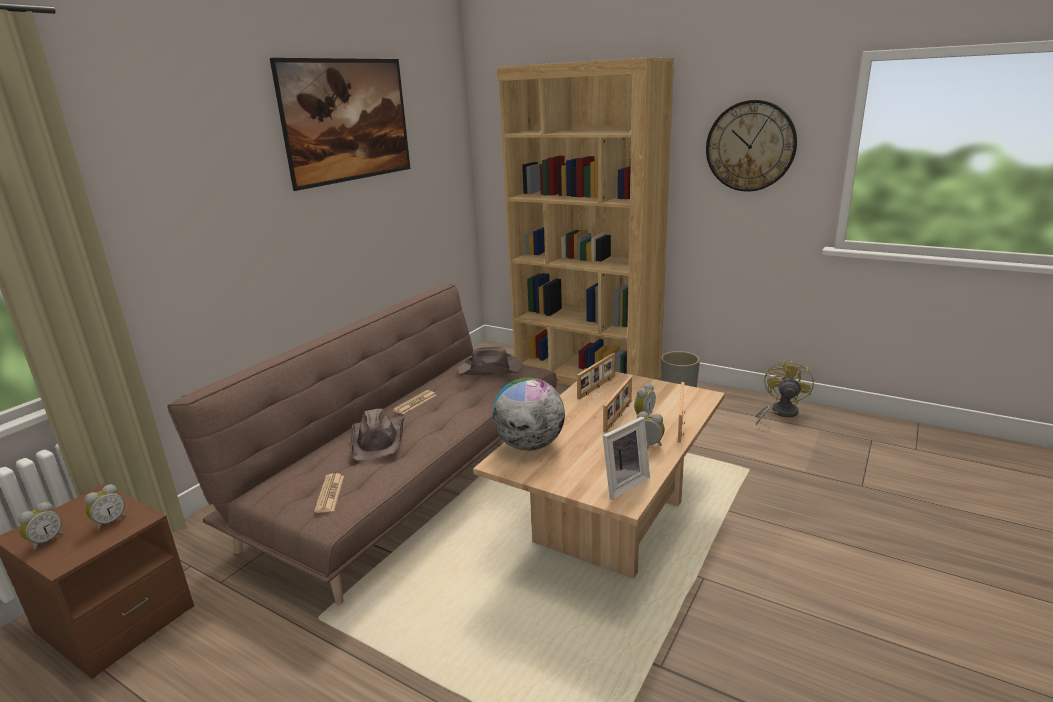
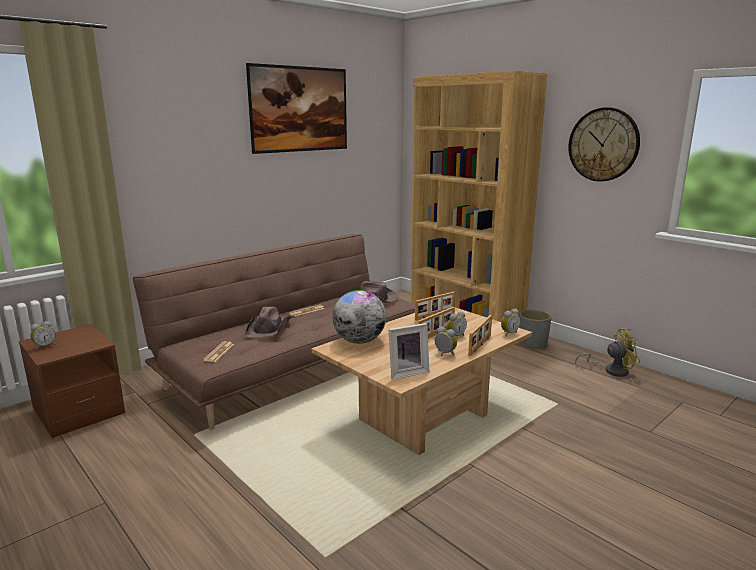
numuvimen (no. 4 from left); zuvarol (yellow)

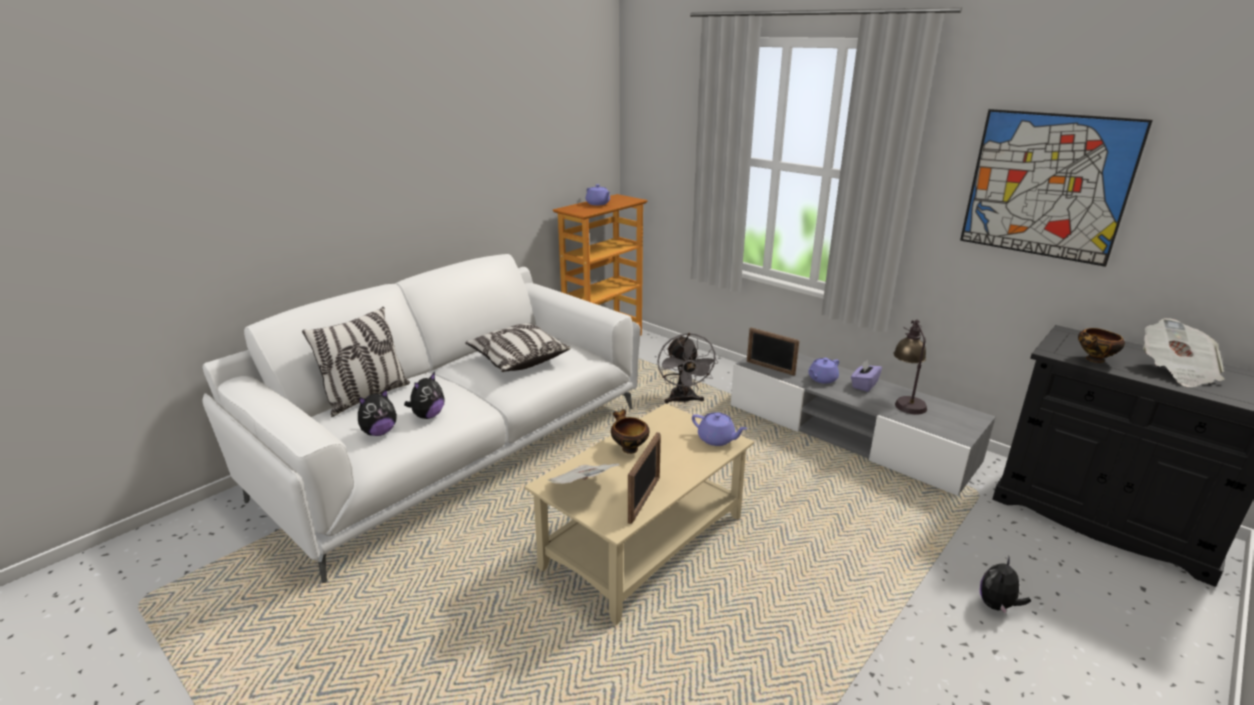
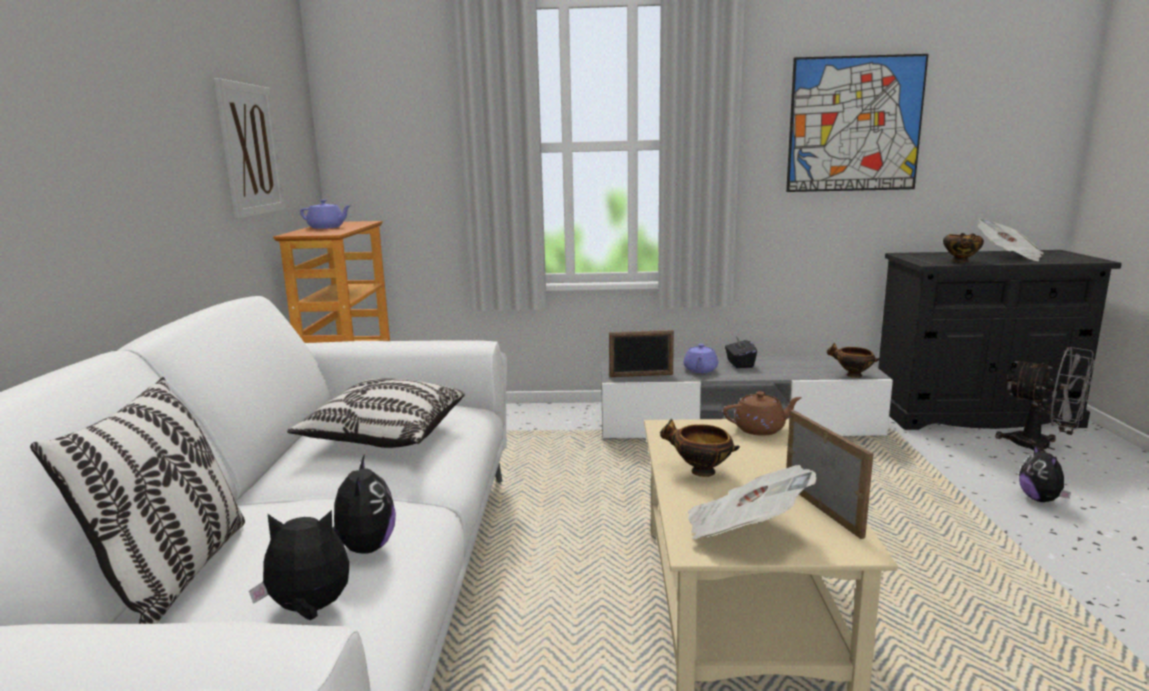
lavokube (no. 1 from left); zuvarol (grey); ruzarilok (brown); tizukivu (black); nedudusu; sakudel (no. 1 from left); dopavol (no. 2 from left)

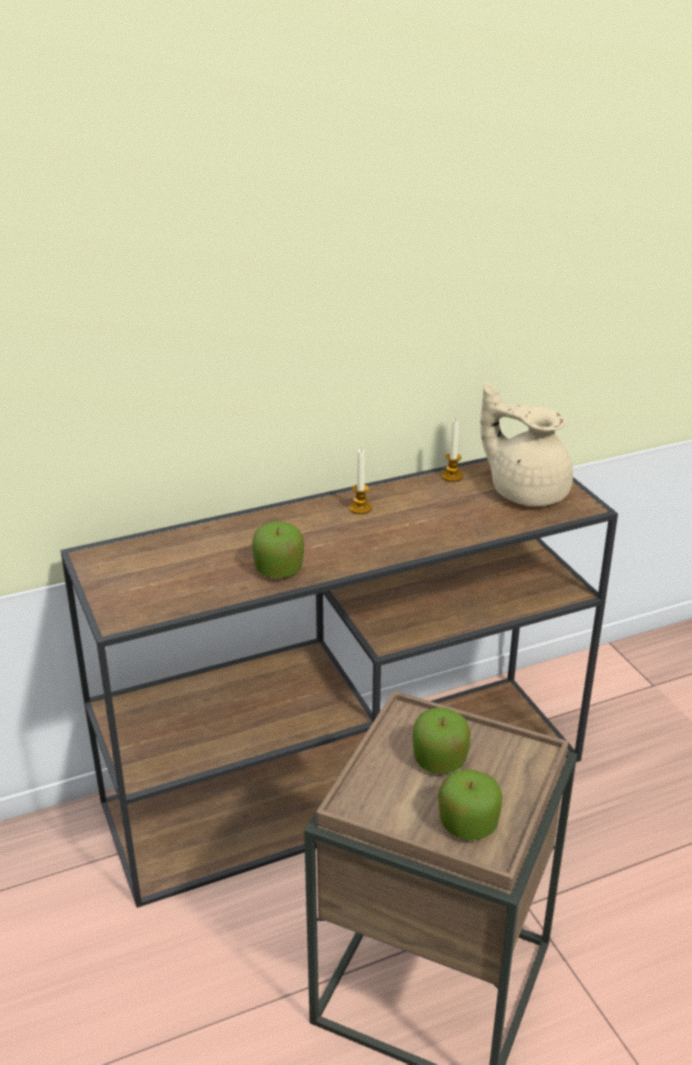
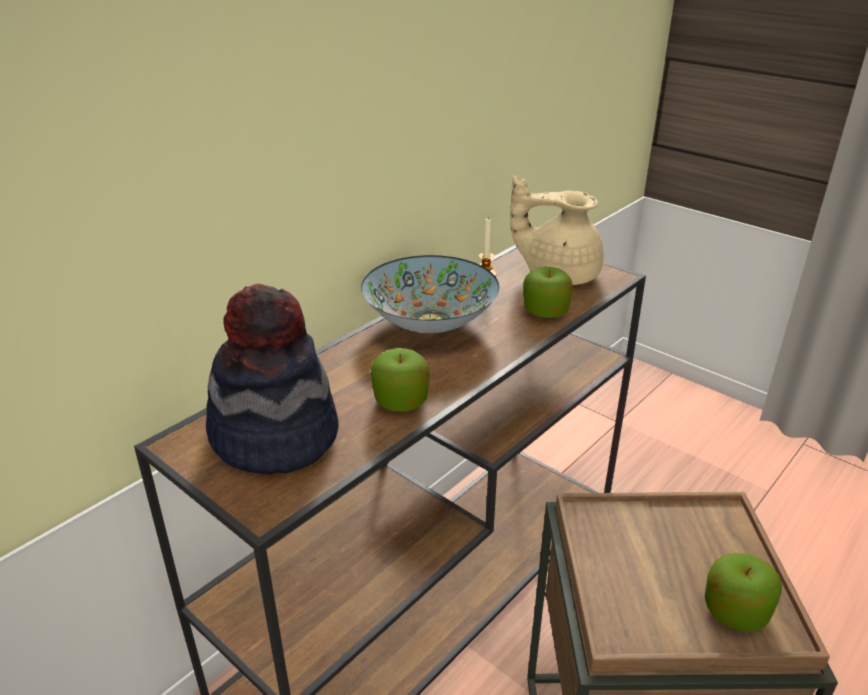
dopavol; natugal (no. 2 from left); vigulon

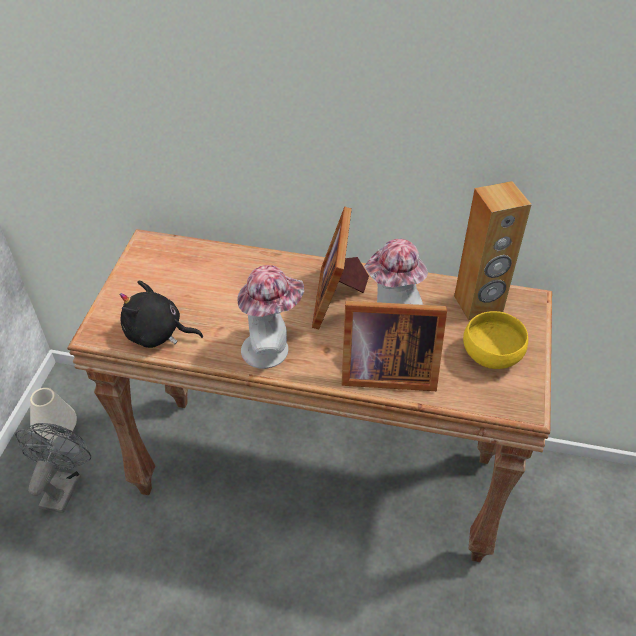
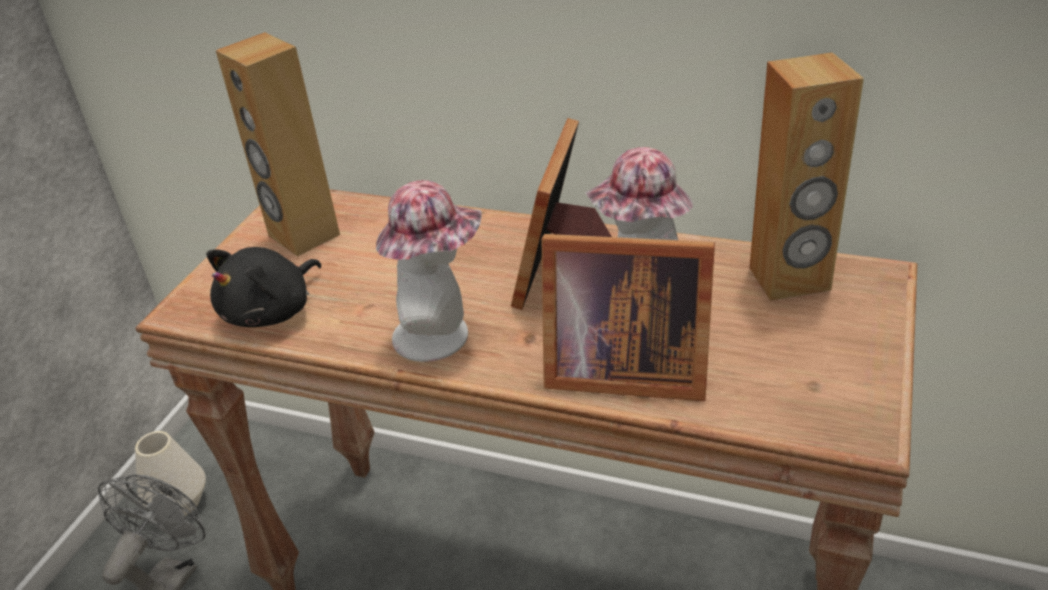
lavokube (black); dopavol (yellow); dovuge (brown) (no. 1 from left)

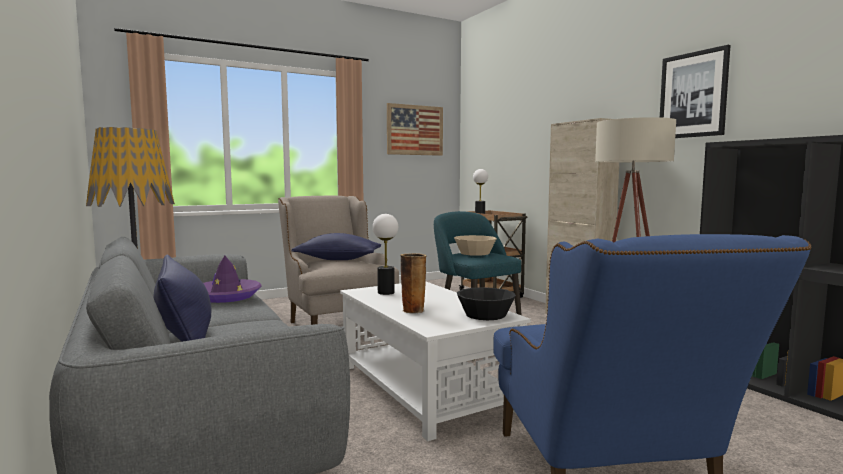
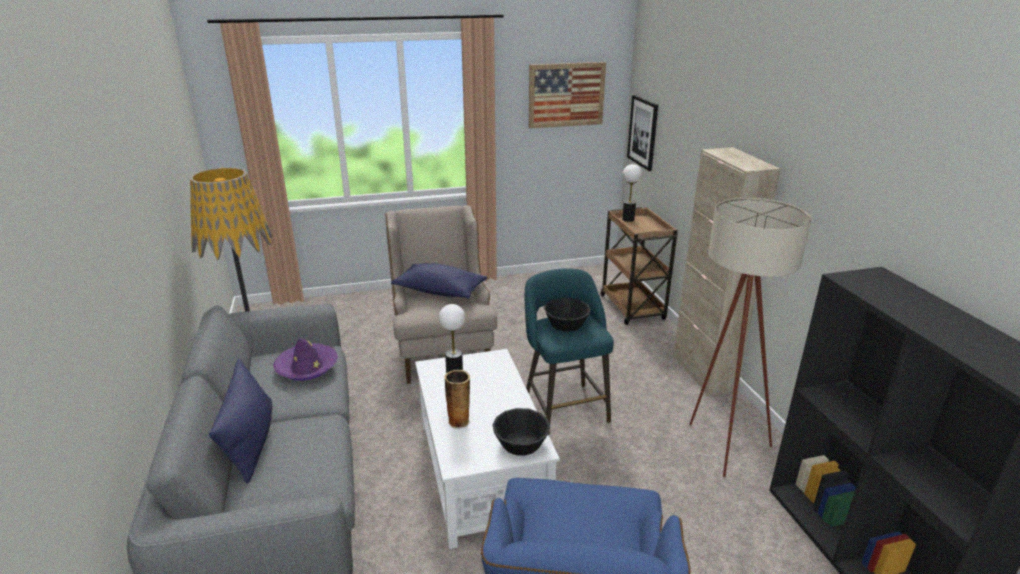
dopavol (black) (no. 2 from left); sakudel (no. 2 from left)

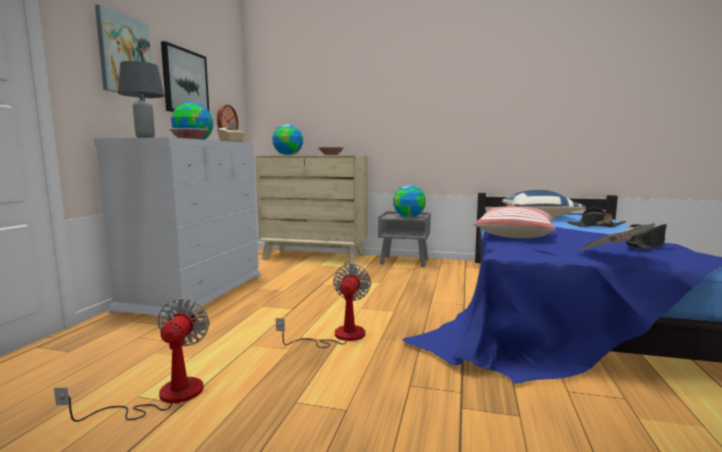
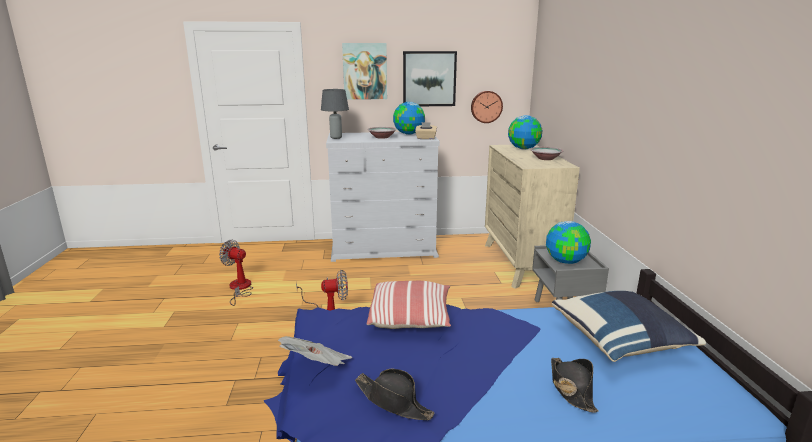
zuvarol (no. 1 from left)

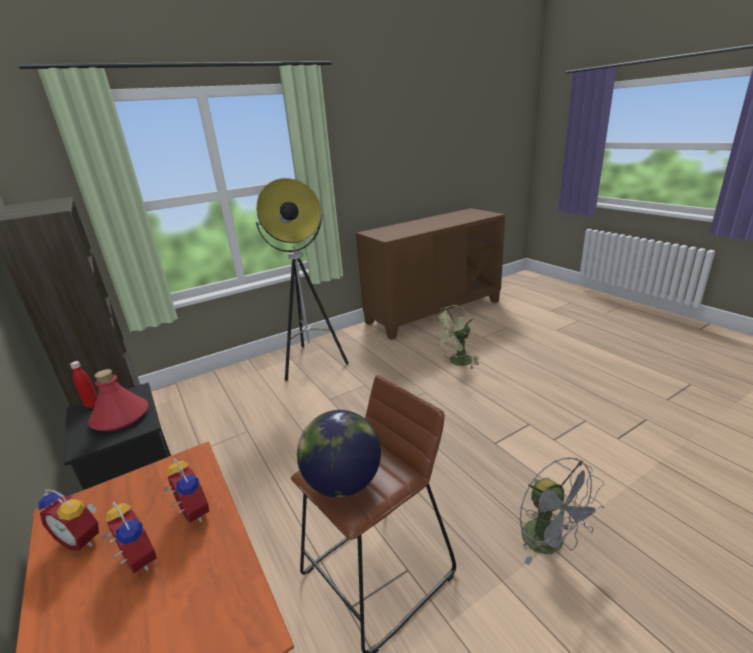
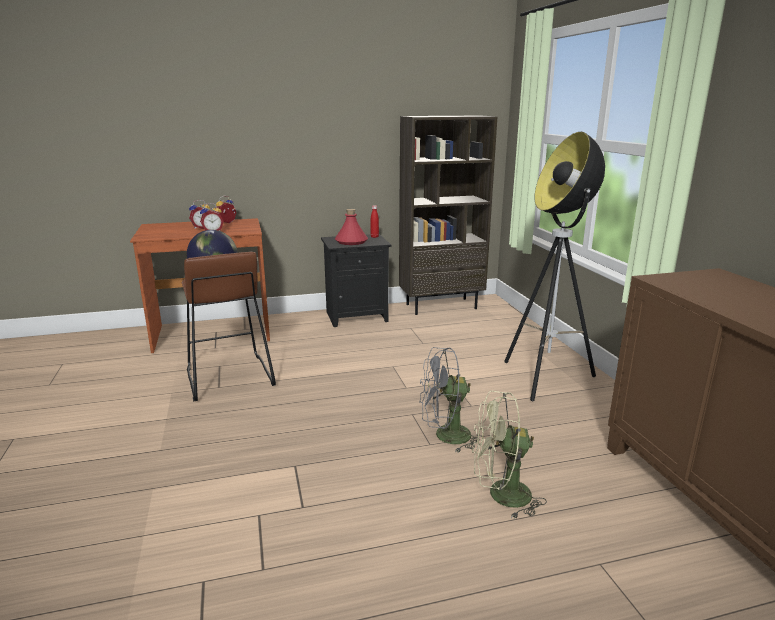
zuvarol (green); zuvarol (grey)

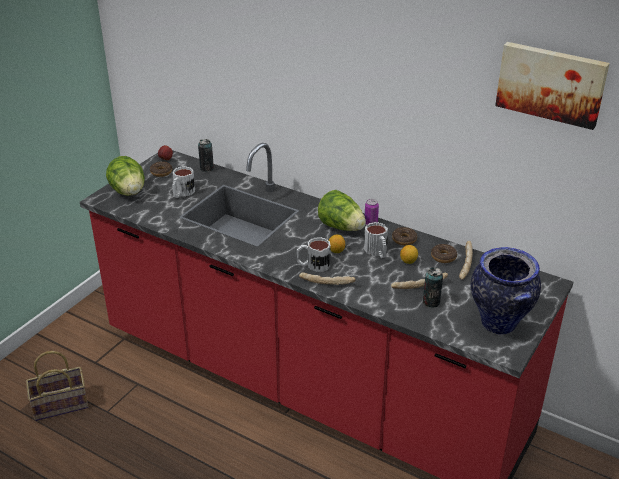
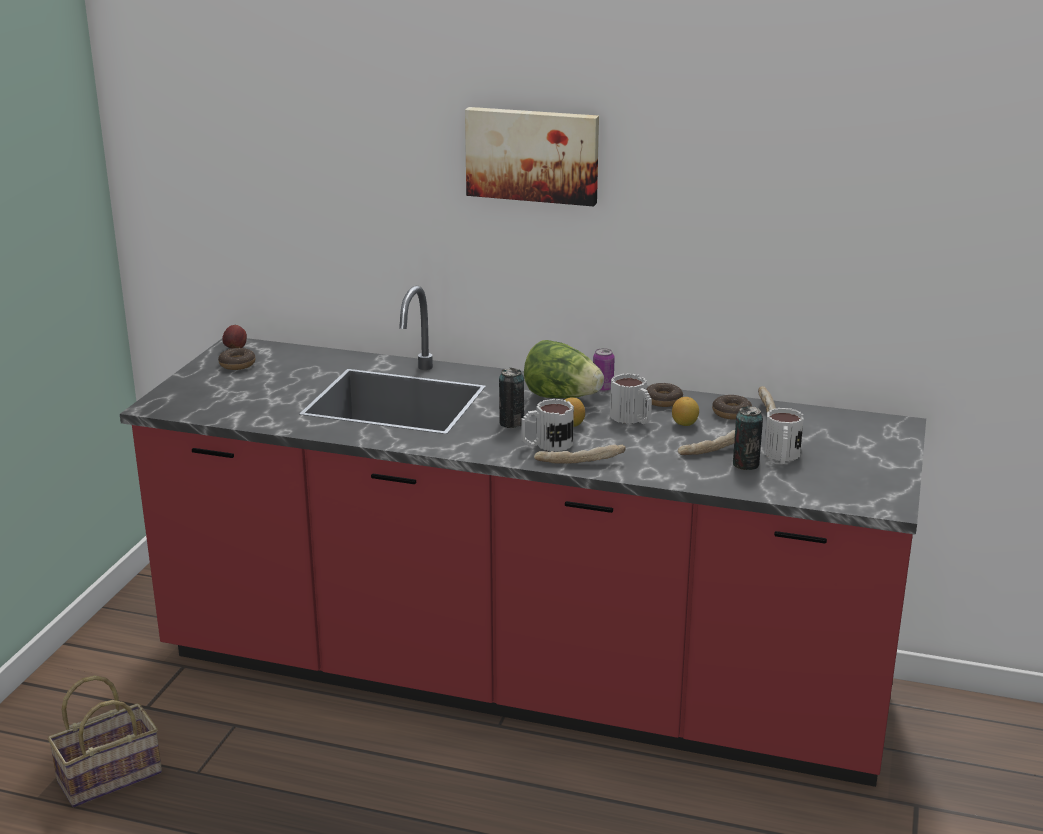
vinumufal (no. 1 from left in the first image); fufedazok (no. 3 from left); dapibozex (no. 1 from left); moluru; sakudel

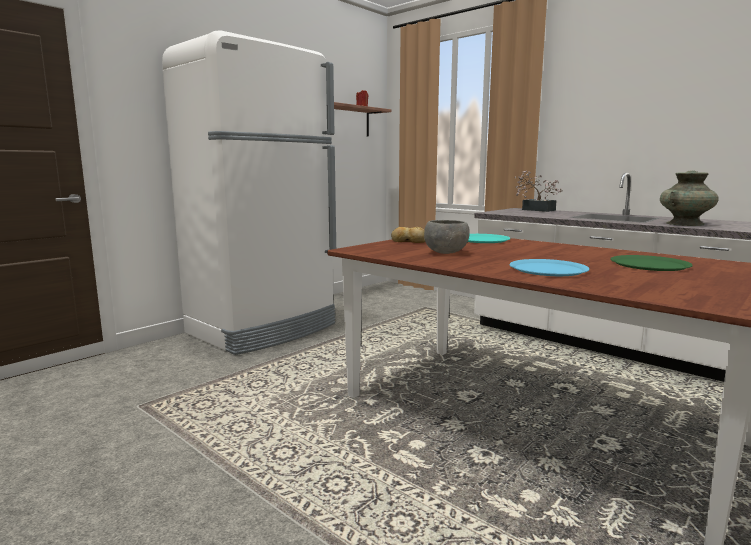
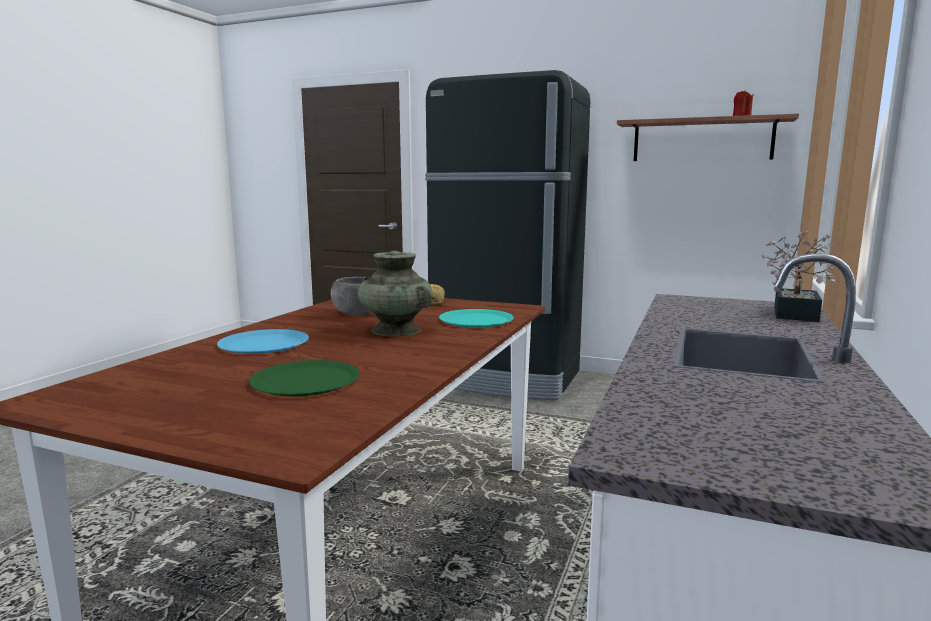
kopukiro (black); moluru (turquoise)

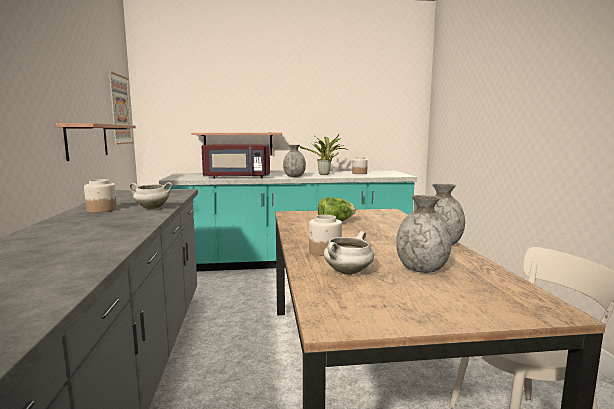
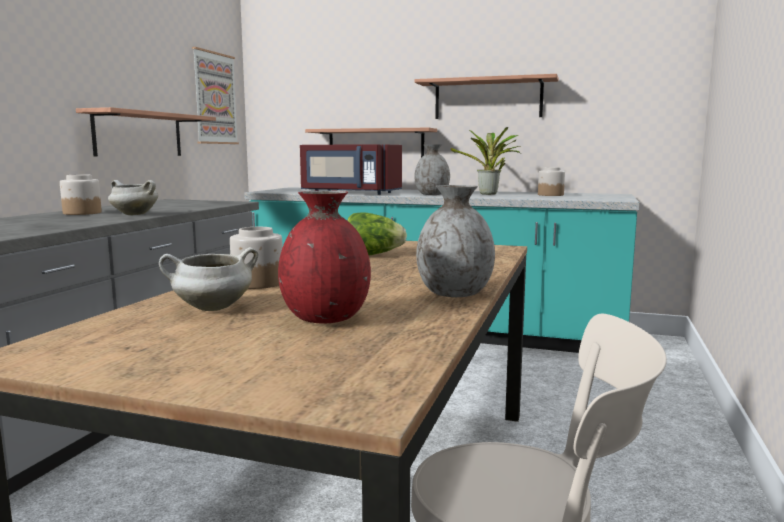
moluru (red); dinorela (no. 3 from left)

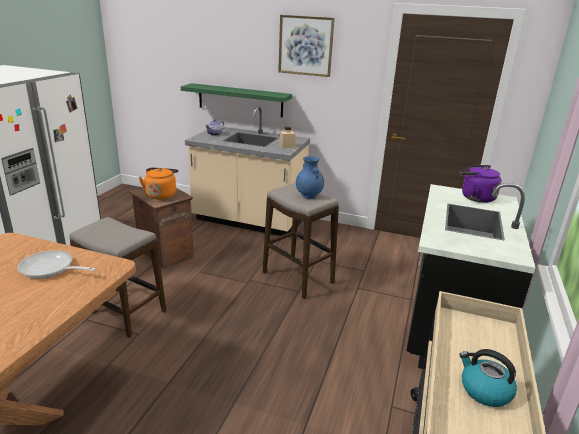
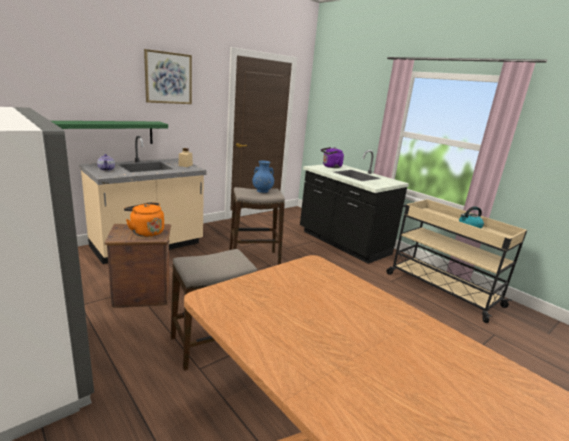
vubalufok

